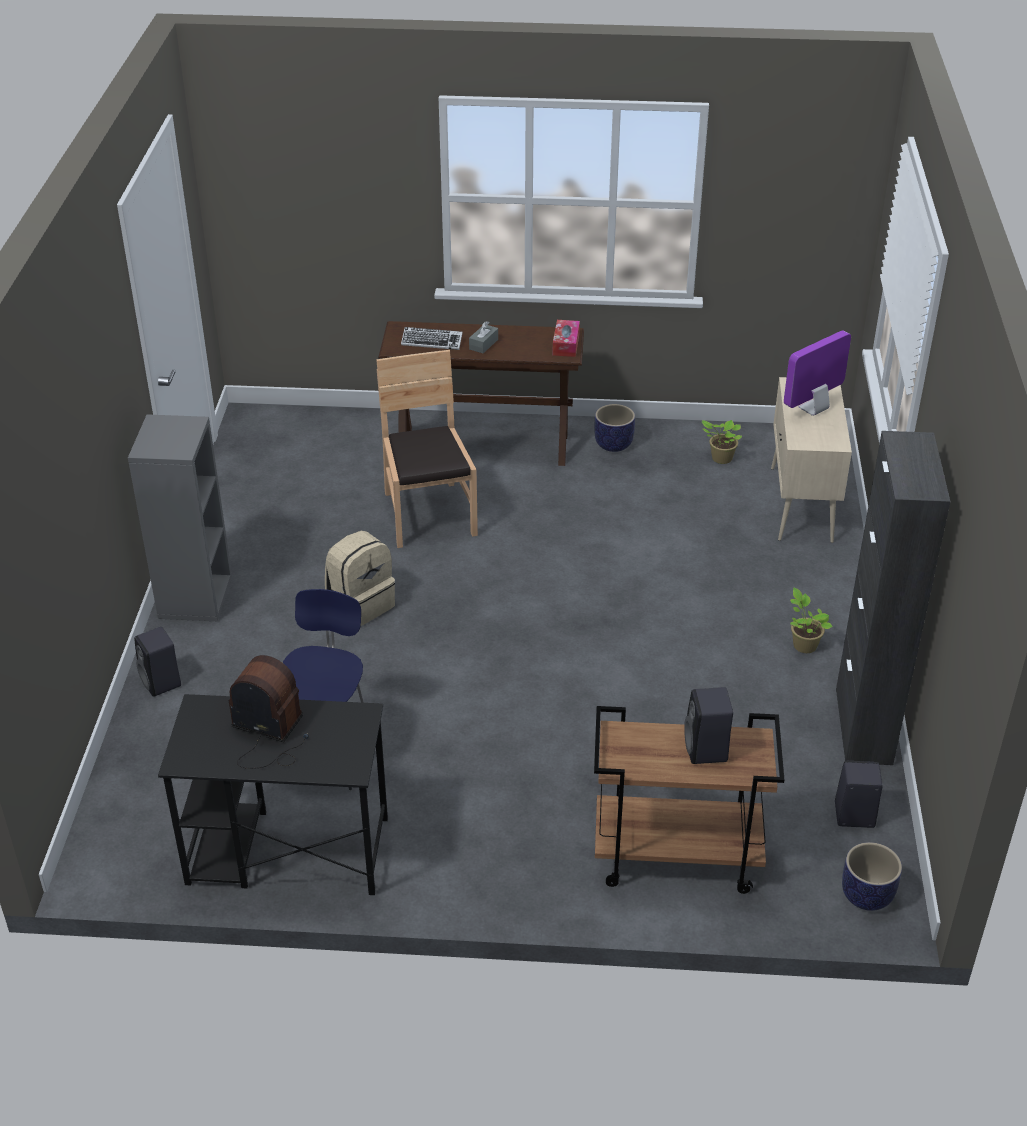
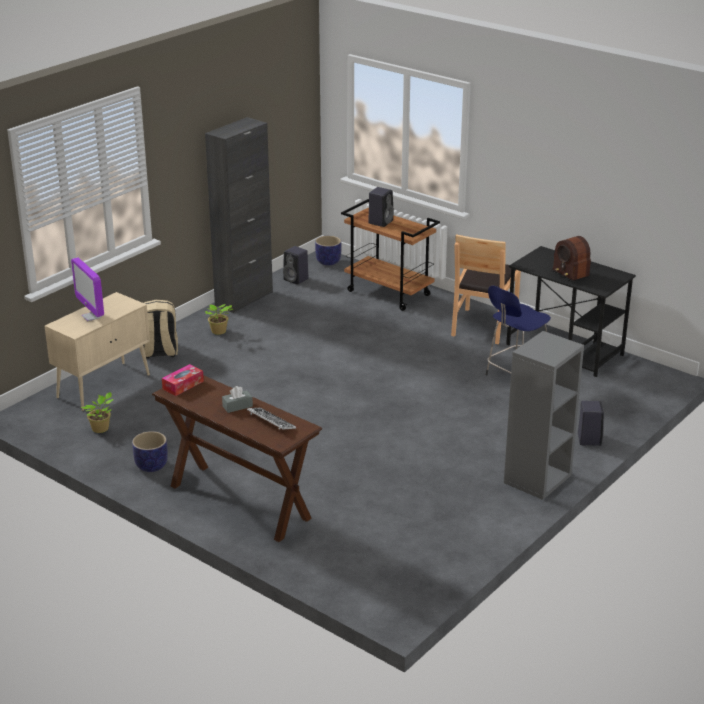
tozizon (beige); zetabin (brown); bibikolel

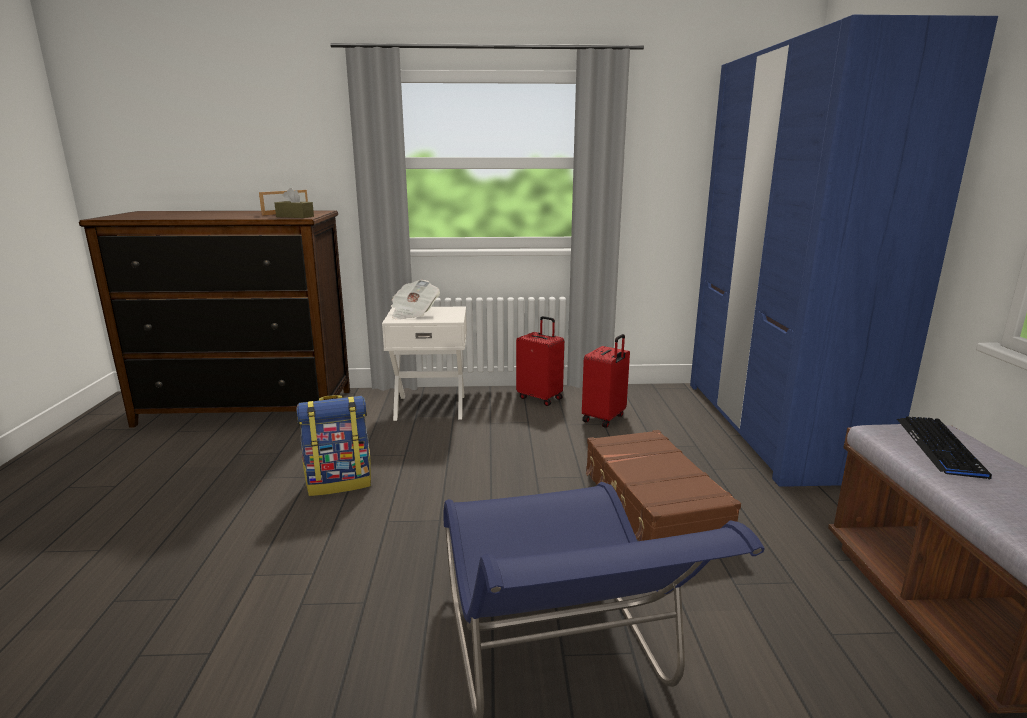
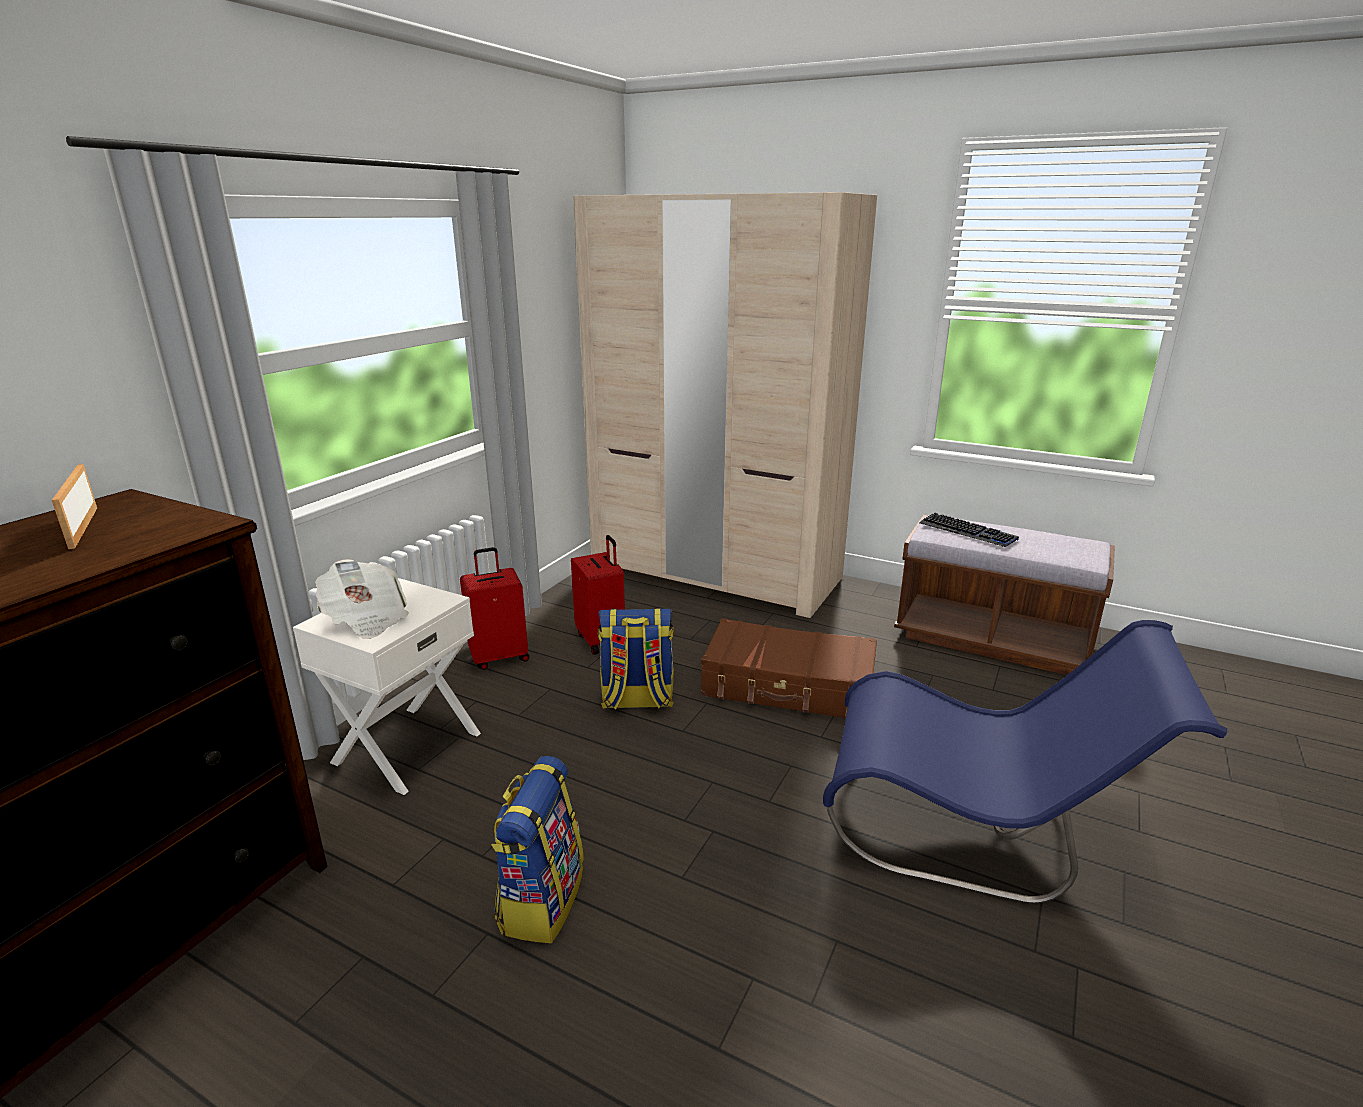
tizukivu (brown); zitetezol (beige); tozizon (no. 2 from left)

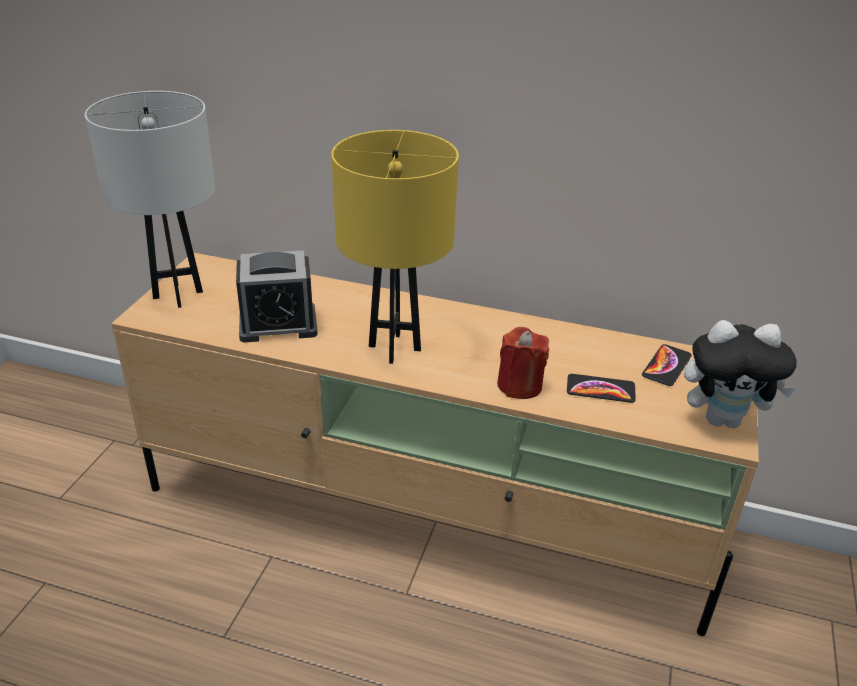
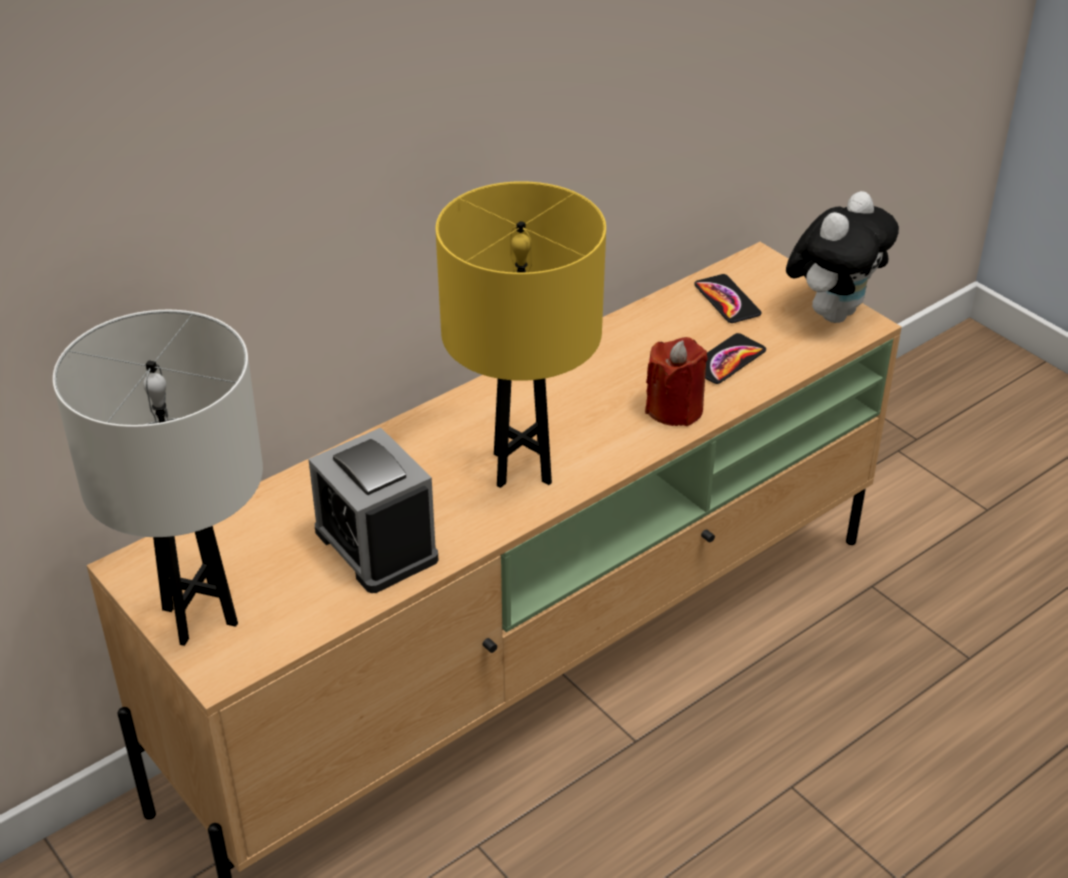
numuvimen

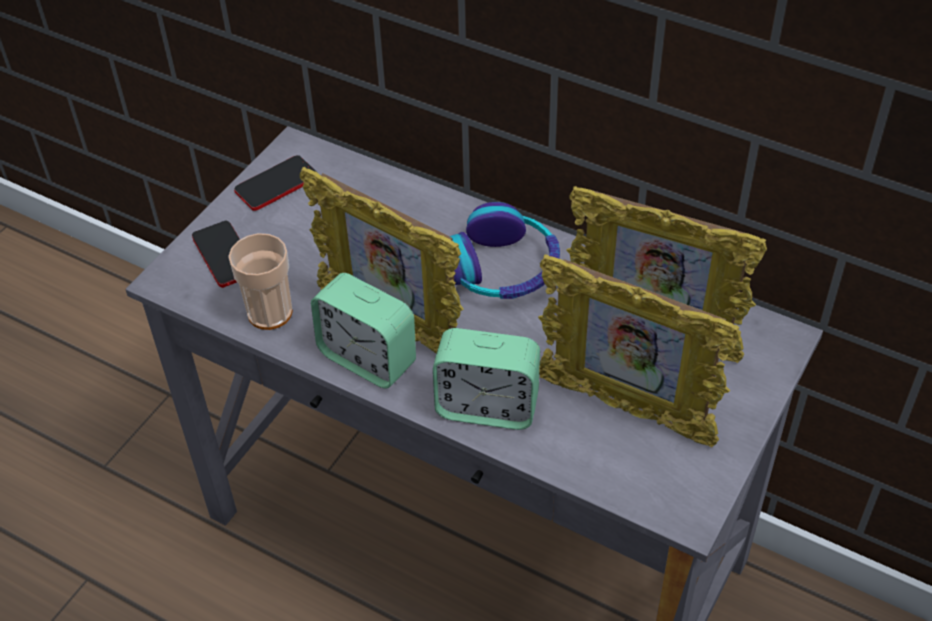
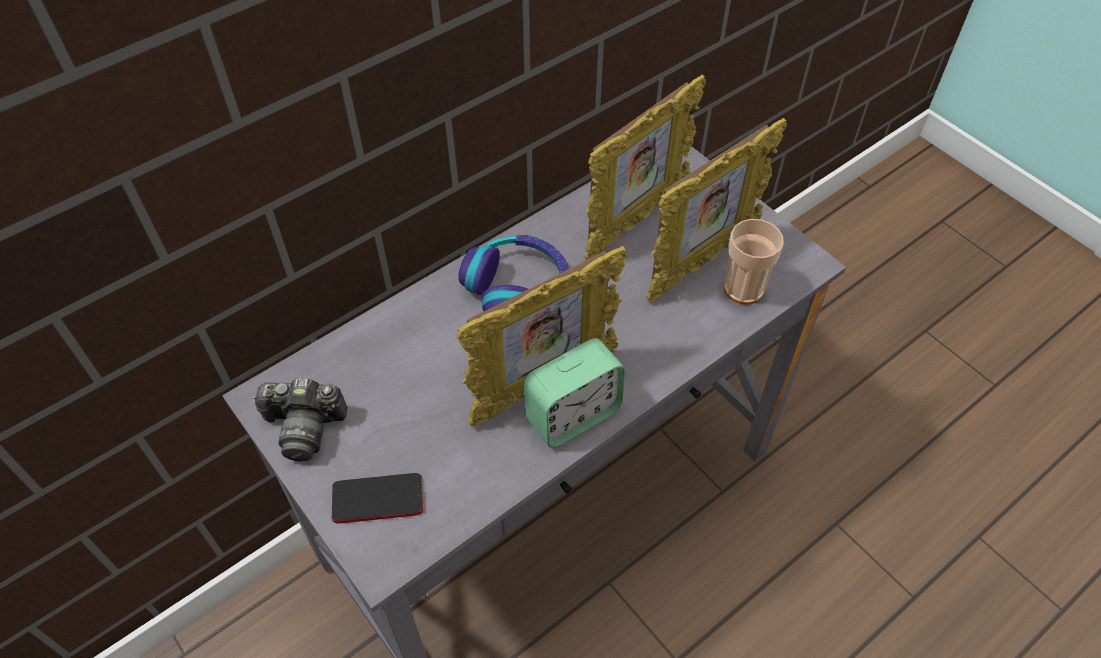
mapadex; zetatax; numuvimen (no. 2 from left in the first image)

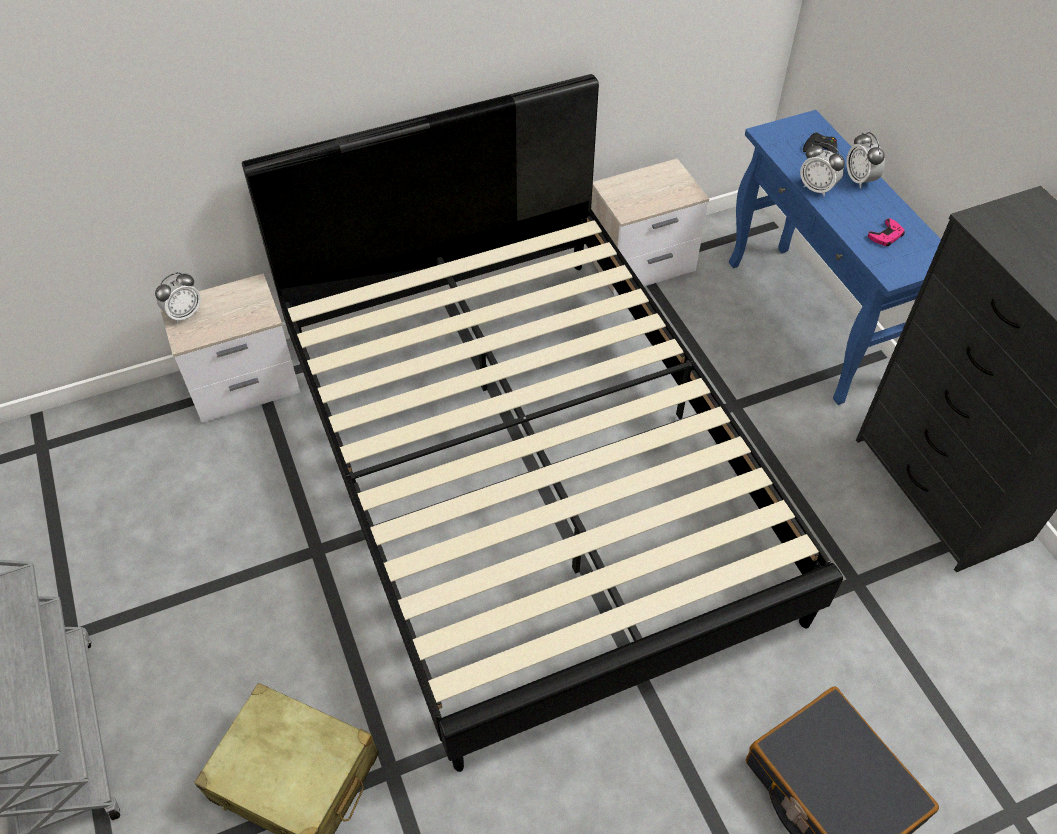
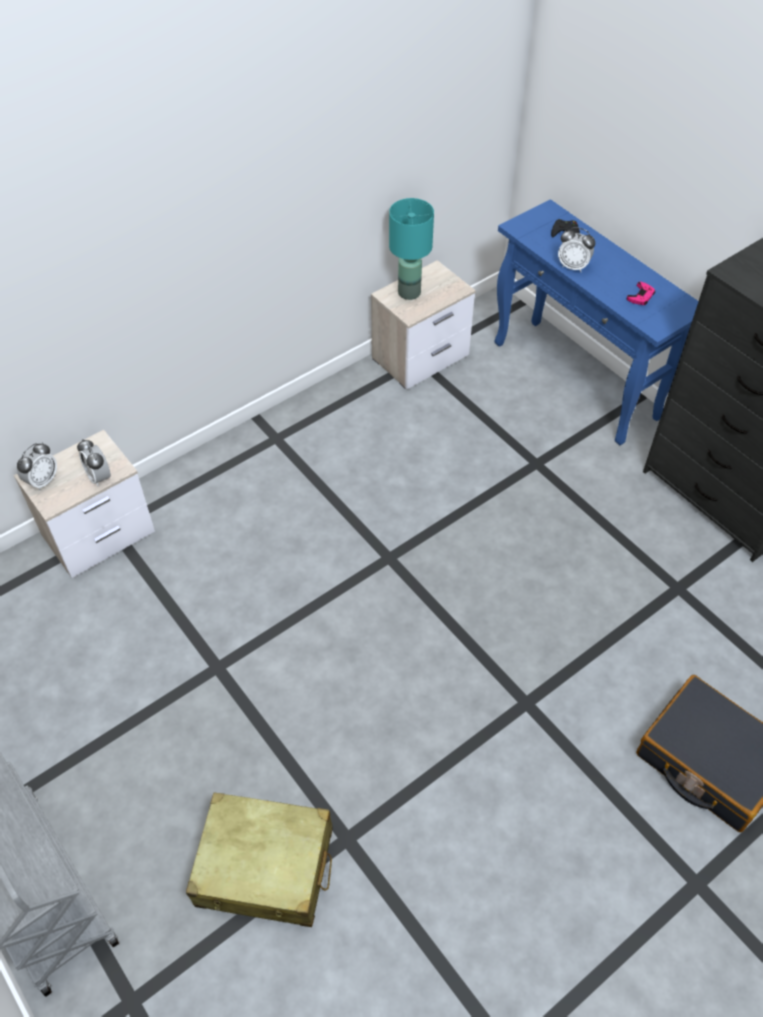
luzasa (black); numuvimen (no. 2 from left); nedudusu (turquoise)

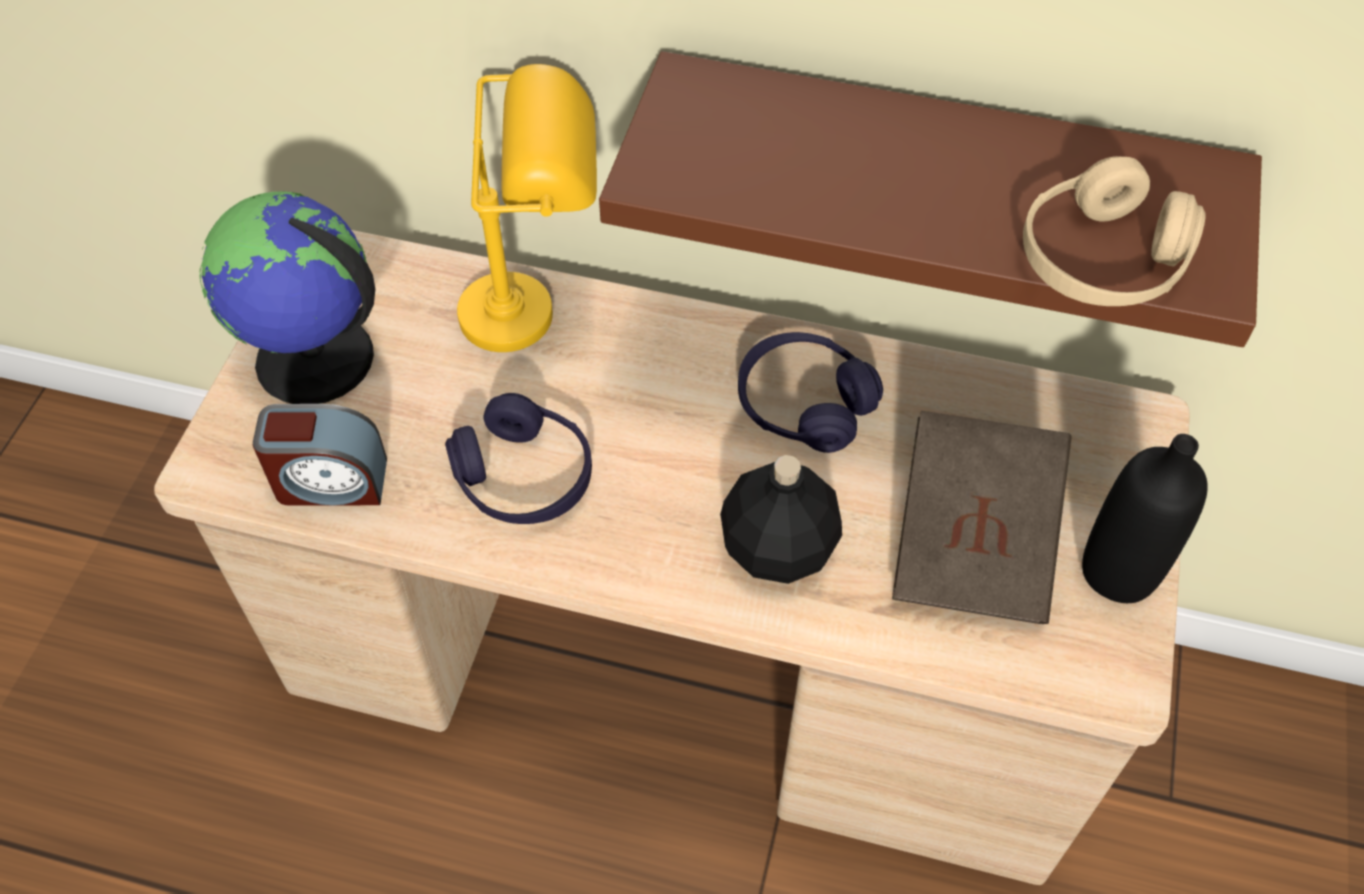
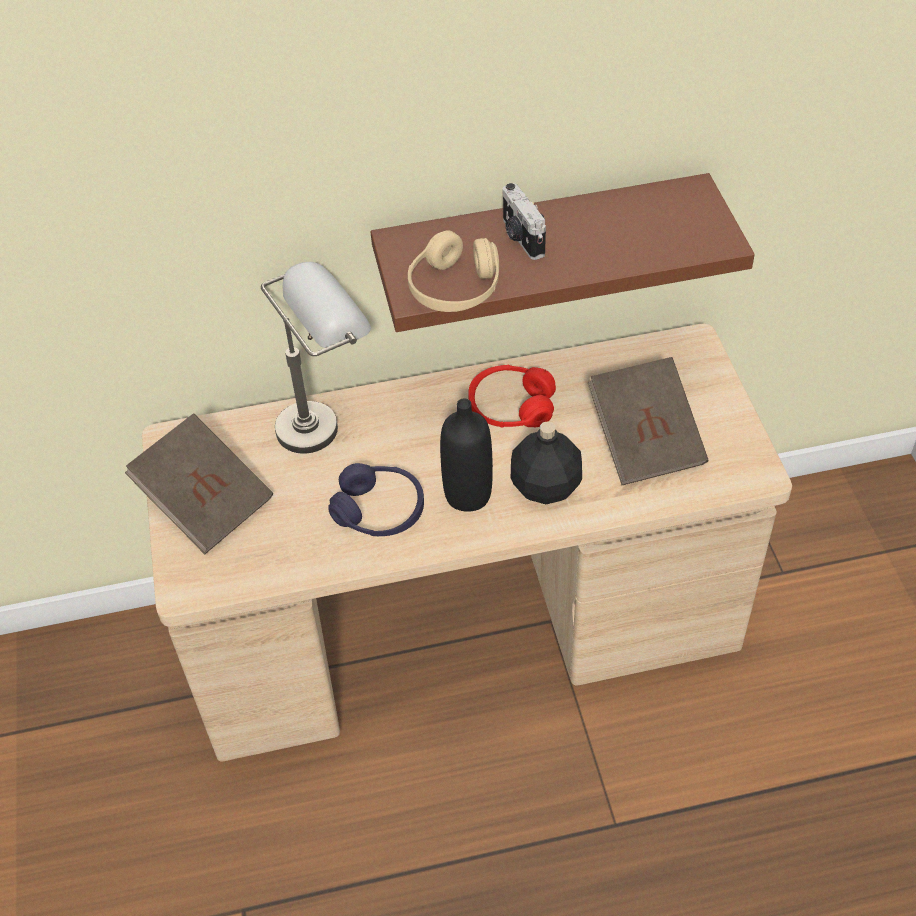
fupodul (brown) (no. 1 from left); numuvimen; nedudusu (grey); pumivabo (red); pumivabo (beige); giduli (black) (no. 1 from left); zetatax

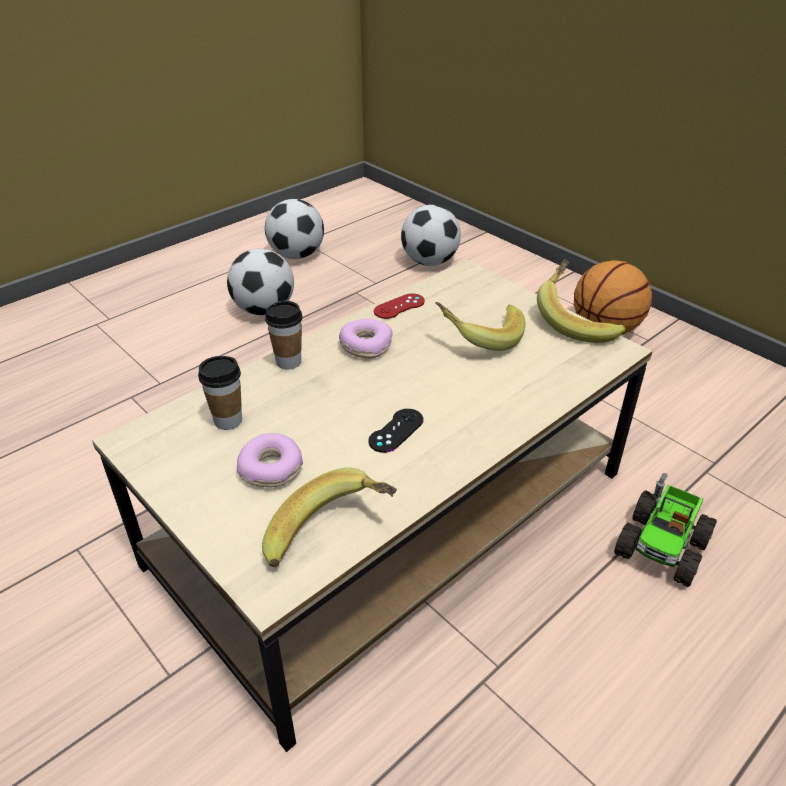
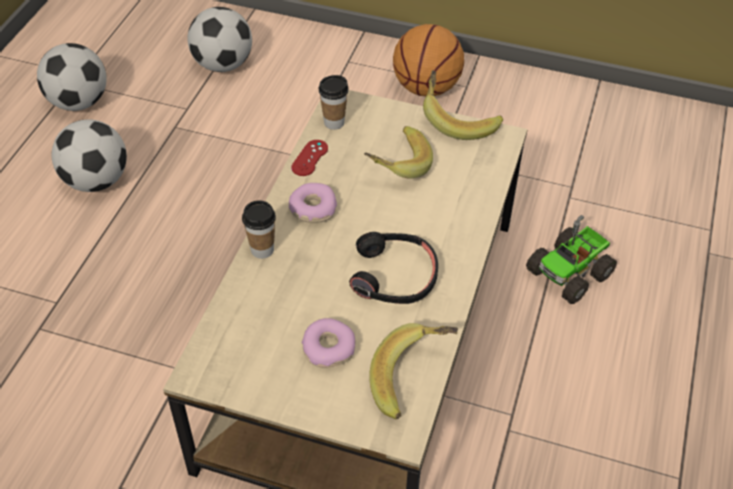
mapadex (no. 2 from left); pumivabo (black); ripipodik

